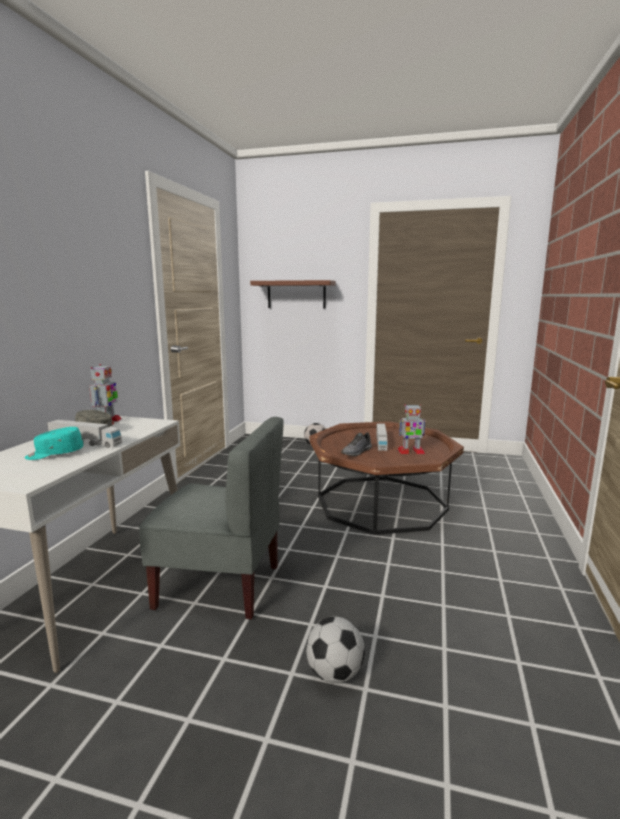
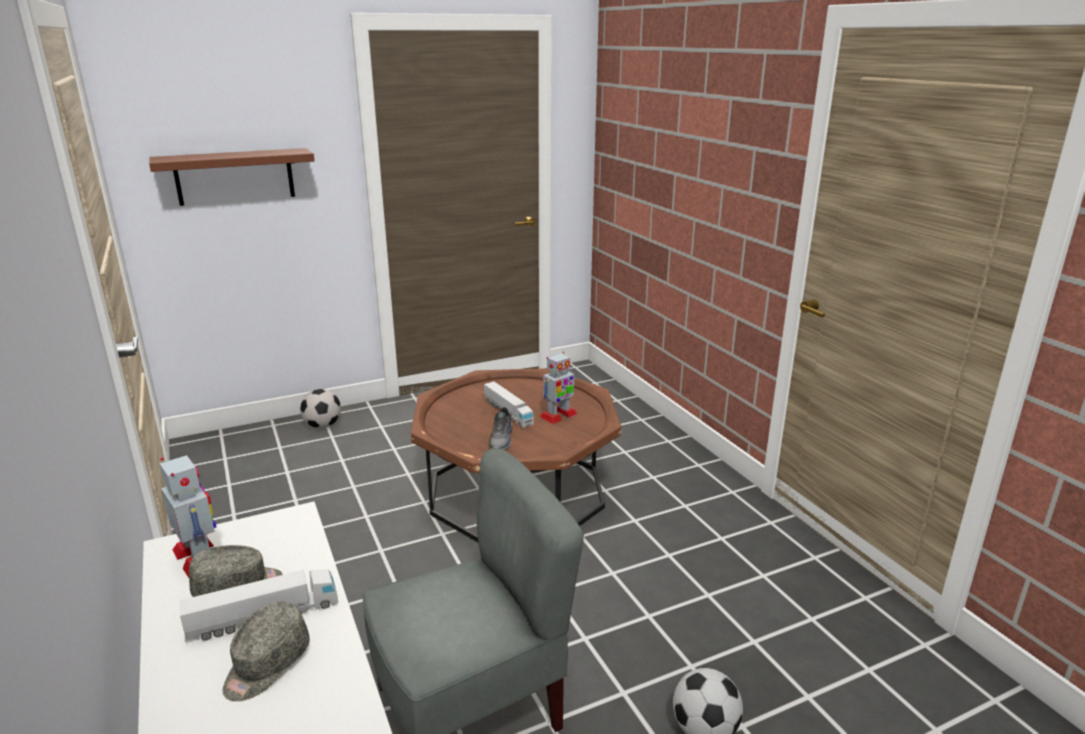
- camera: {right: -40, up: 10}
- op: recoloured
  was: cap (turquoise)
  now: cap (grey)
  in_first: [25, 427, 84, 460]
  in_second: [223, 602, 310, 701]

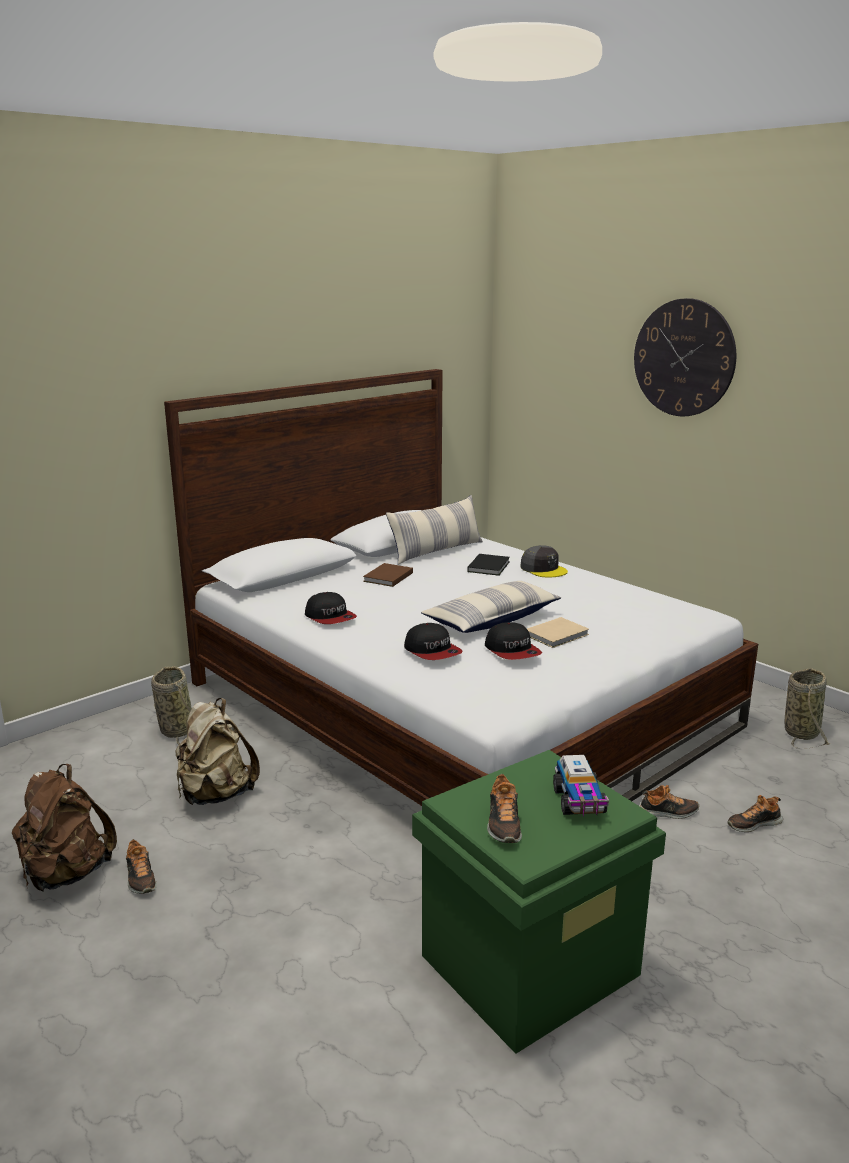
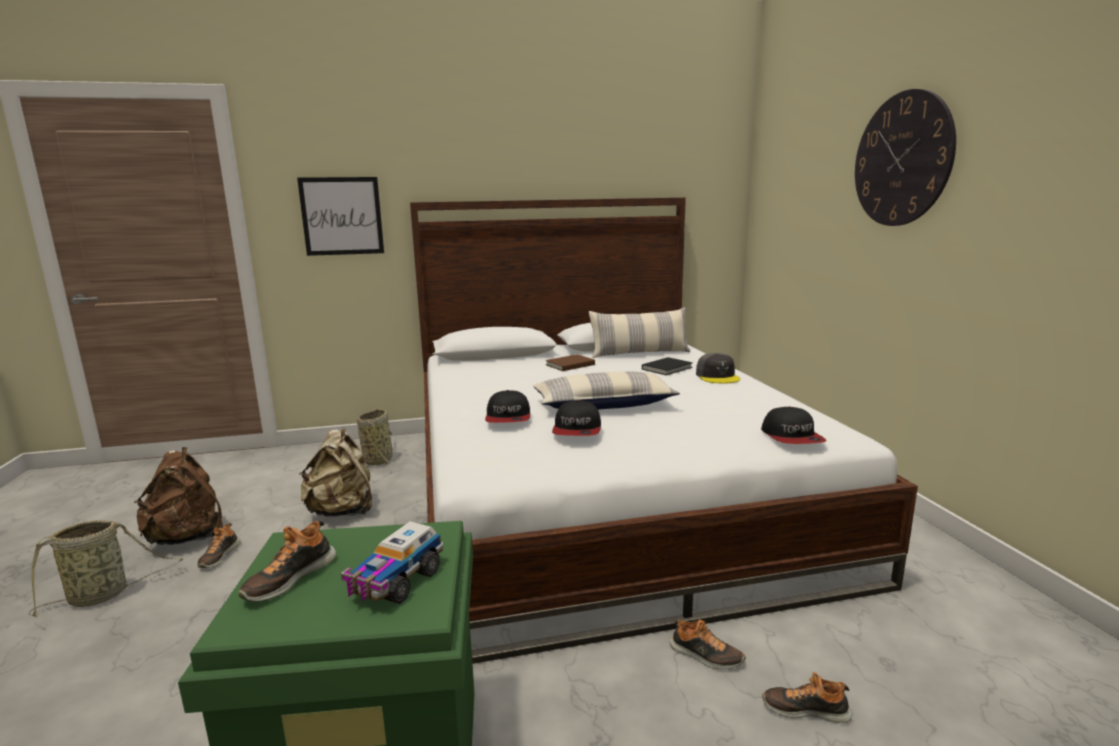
- camera: {right: 30, up: -5}
- op: moved
  was: cap
  in_first: [305, 592, 357, 624]
  in_second: [761, 406, 827, 444]
- op: removed
  was: book (beige)
  in_first: [527, 617, 589, 648]
- op: moved
  was: basket
  in_first: [784, 668, 829, 748]
  in_second: [29, 520, 184, 617]
- op: added
  now: picture
  in_second: [297, 177, 384, 256]

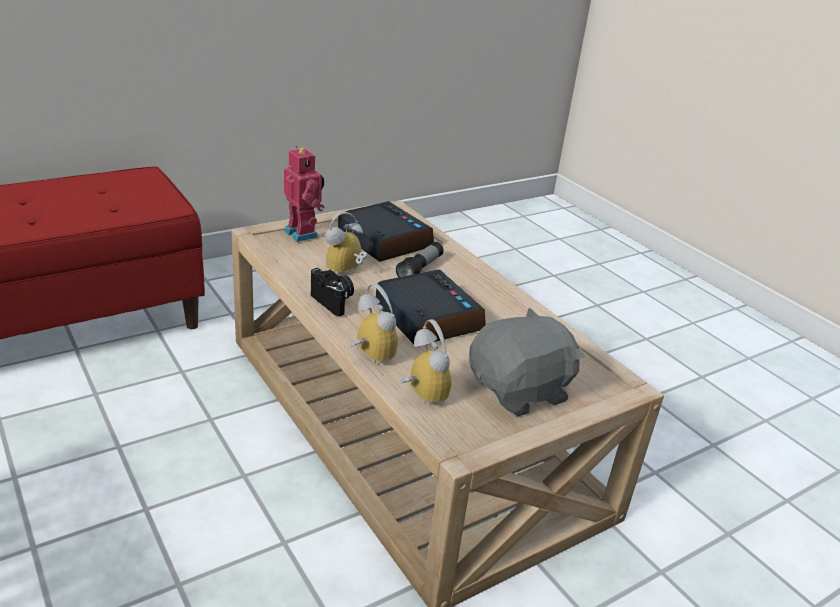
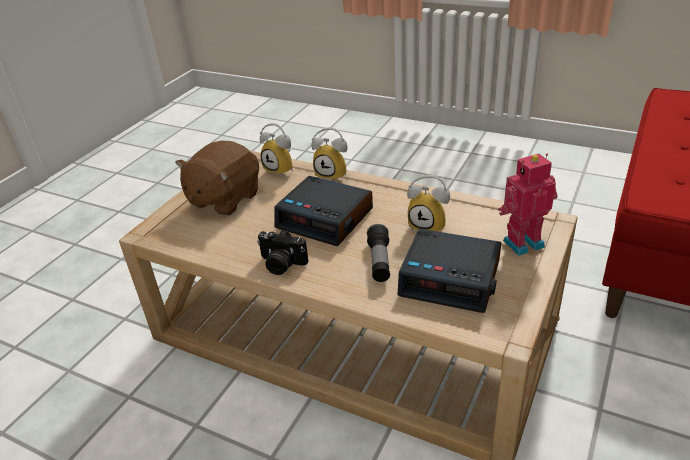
- camera: {right: 155, up: 5}
- op: turned
  was: toy robot
  in_first: [283, 145, 325, 242]
  in_second: [498, 154, 558, 256]
  clockwise: 135
- op: moved
  was: photo camera
  in_first: [311, 268, 354, 316]
  in_second: [257, 230, 309, 275]
- op: turned
  was: alarm clock
  in_first: [325, 212, 368, 275]
  in_second: [407, 175, 450, 231]
  clockwise: 105
- op: recoloured
  was: plush toy (grey)
  now: plush toy (brown)
  in_first: [469, 307, 584, 416]
  in_second: [175, 141, 259, 216]

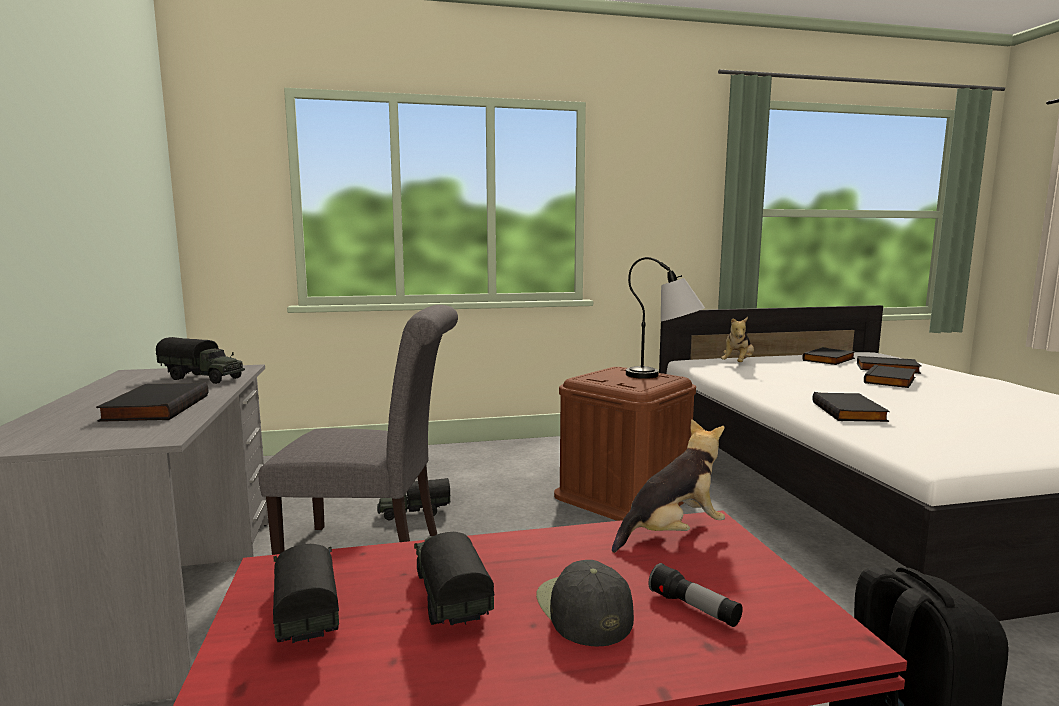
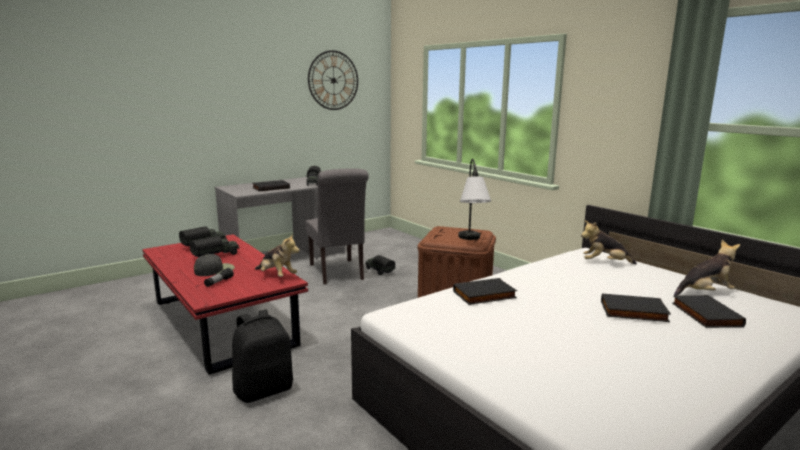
- camera: {right: 65, up: 5}
- op: replaced
  was: book (black)
  now: plush toy
  in_first: [802, 347, 856, 365]
  in_second: [674, 240, 740, 296]
- op: added
  now: wall clock
  in_second: [308, 50, 358, 110]

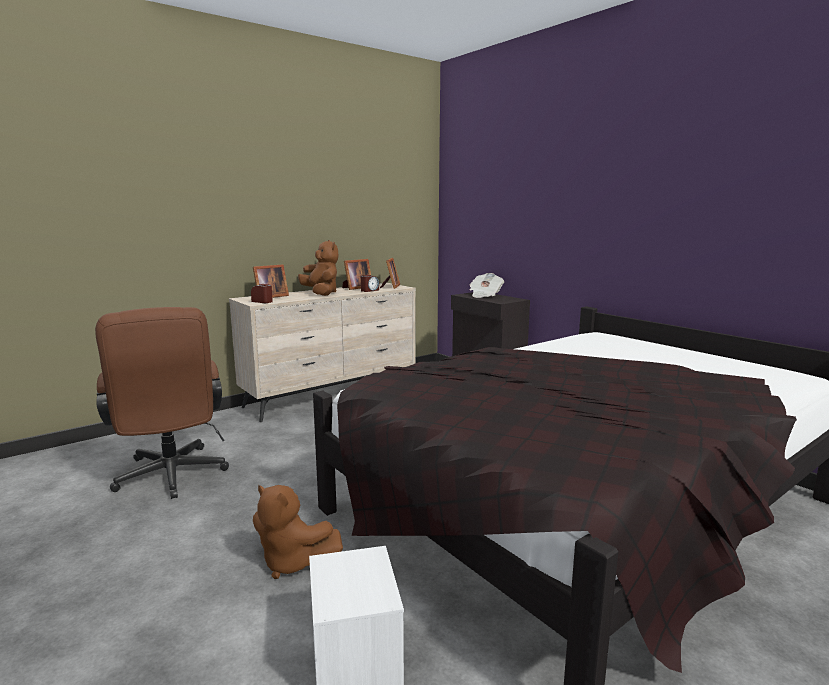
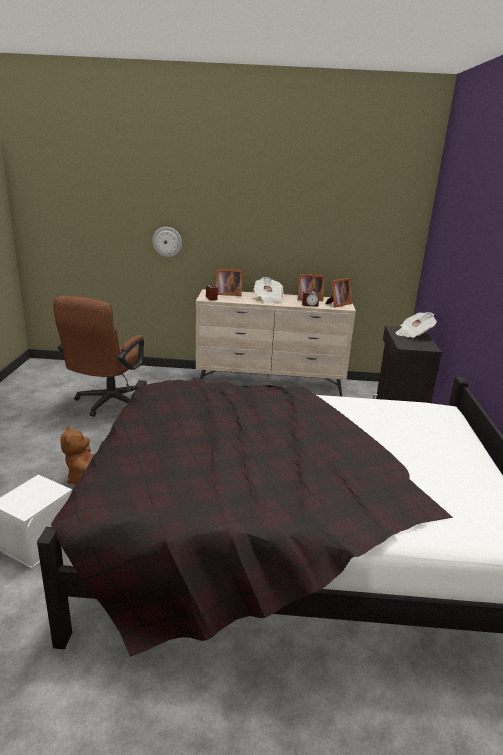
- camera: {right: 40, up: 10}
- op: replaced
  was: plush toy (brown)
  now: newspaper
  in_first: [298, 240, 338, 296]
  in_second: [254, 277, 284, 304]
- op: added
  now: wall clock
  in_second: [152, 227, 182, 257]

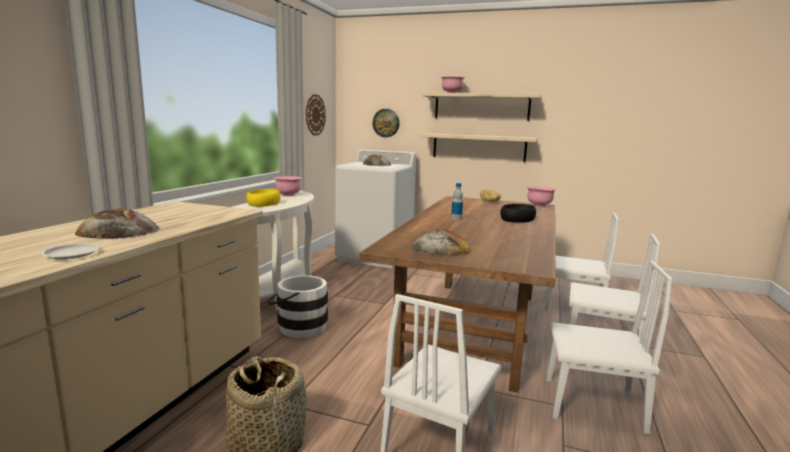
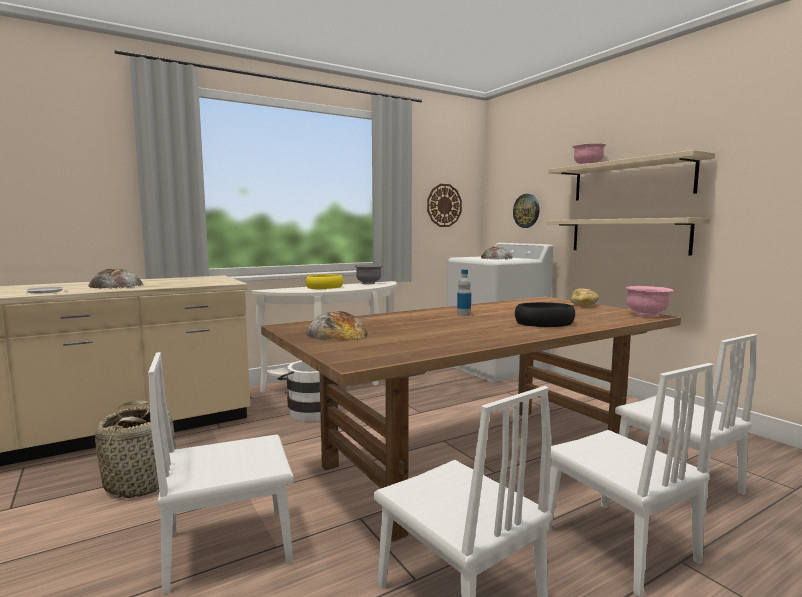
- camera: {right: 40, up: -5}
- op: recoloured
  was: bowl (pink)
  now: bowl (grey)
  in_first: [274, 176, 302, 196]
  in_second: [355, 265, 383, 284]

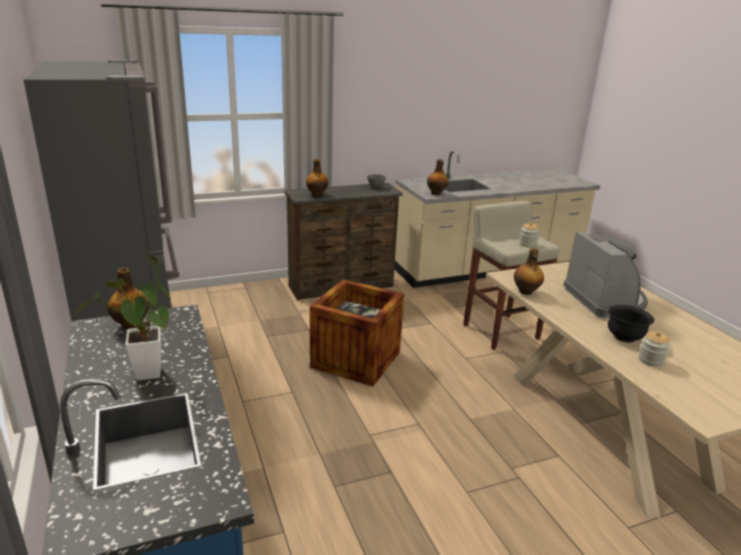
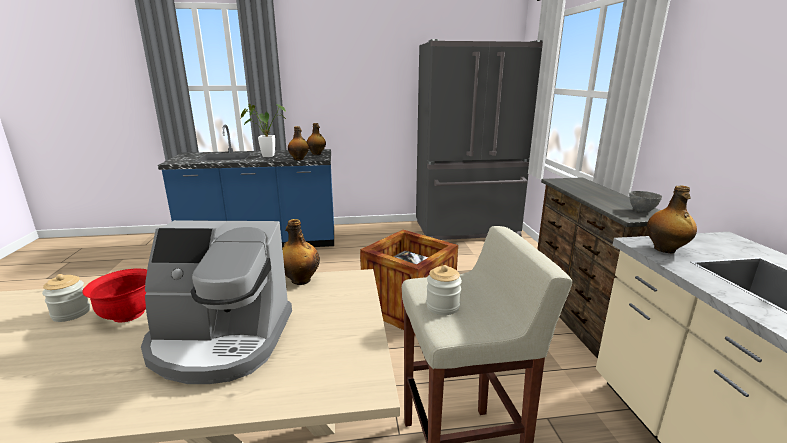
- camera: {right: 105, up: -5}
- op: moved
  was: bottle
  in_first: [306, 159, 328, 197]
  in_second: [288, 126, 309, 160]
- op: recoloured
  was: bowl (black)
  now: bowl (red)
  in_first: [608, 305, 654, 343]
  in_second: [82, 269, 147, 322]

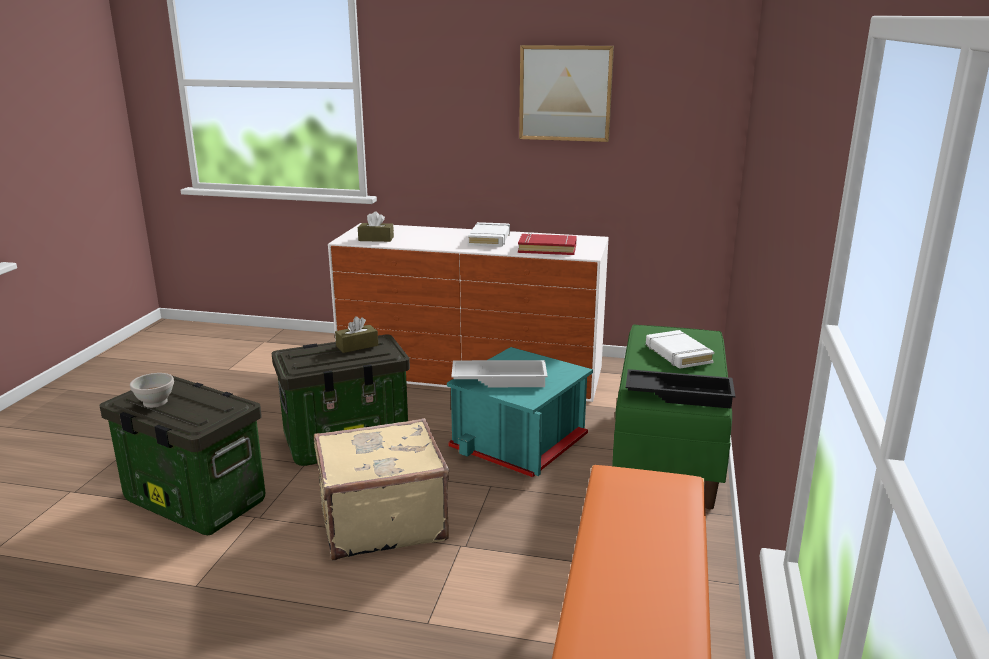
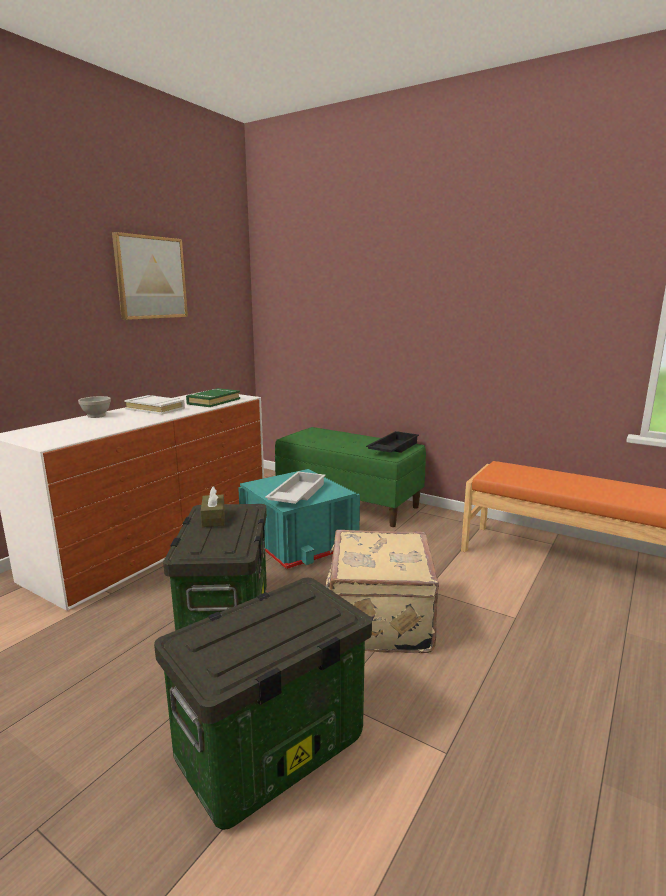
- camera: {right: -70, up: -5}
- op: moved
  was: bowl (white)
  in_first: [130, 373, 174, 408]
  in_second: [78, 396, 111, 418]
- op: removed
  was: tissue box (brown)
  in_first: [358, 212, 394, 242]
- op: recoloured
  was: book (red)
  now: book (green)
  in_first: [518, 233, 577, 255]
  in_second: [186, 388, 240, 407]
- op: removed
  was: book (white)
  in_first: [646, 330, 714, 369]

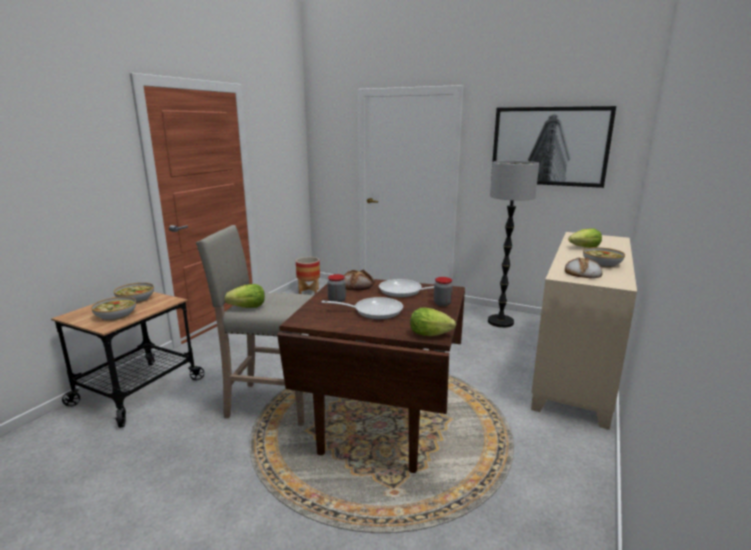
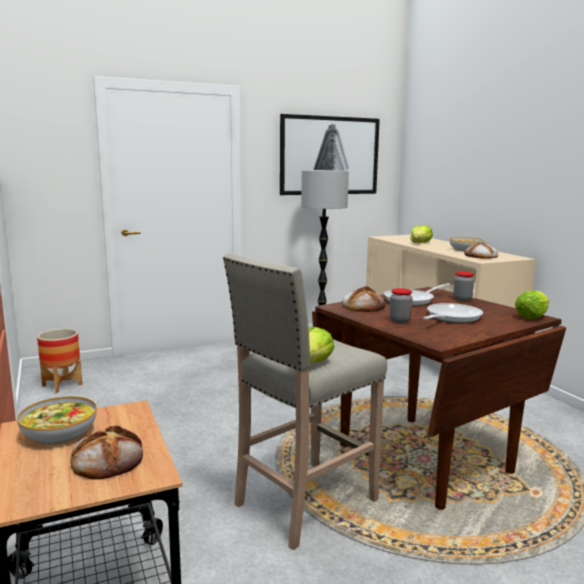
- camera: {right: -50, up: -5}
- op: replaced
  was: bowl
  now: bread
  in_first: [91, 297, 136, 321]
  in_second: [70, 426, 143, 480]

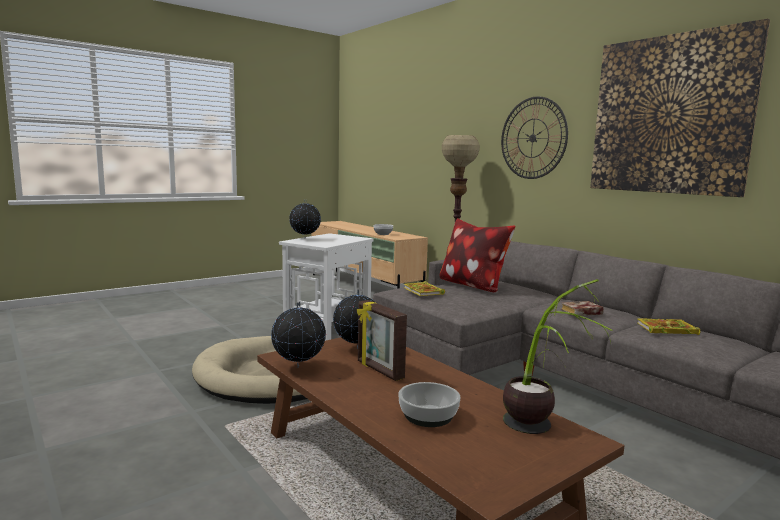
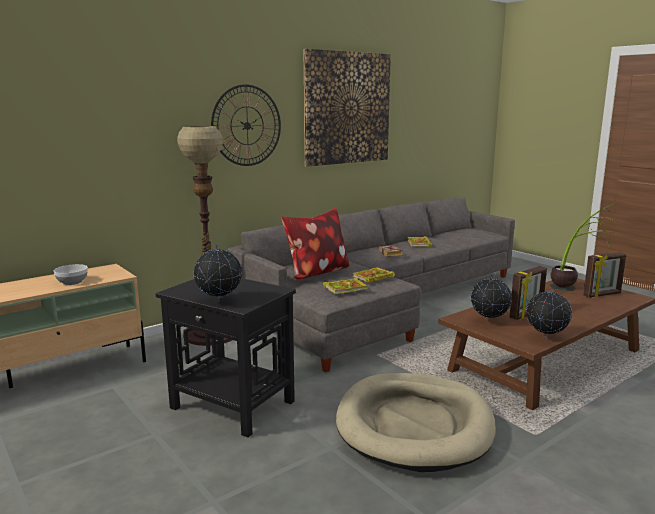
- camera: {right: -90, up: 5}
- op: recoloured
  was: side table (white)
  now: side table (black)
  in_first: [279, 233, 374, 341]
  in_second: [155, 278, 296, 437]
- op: removed
  was: bowl
  in_first: [398, 382, 461, 427]
- op: added
  now: book
  in_second: [353, 267, 395, 283]
- op: added
  now: picture frame
  in_second: [583, 252, 626, 298]

